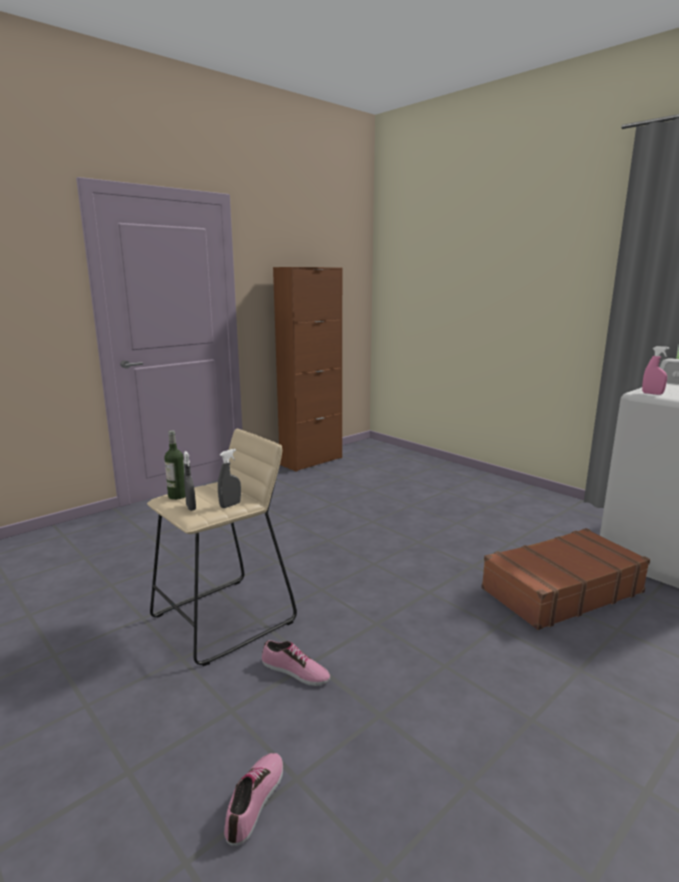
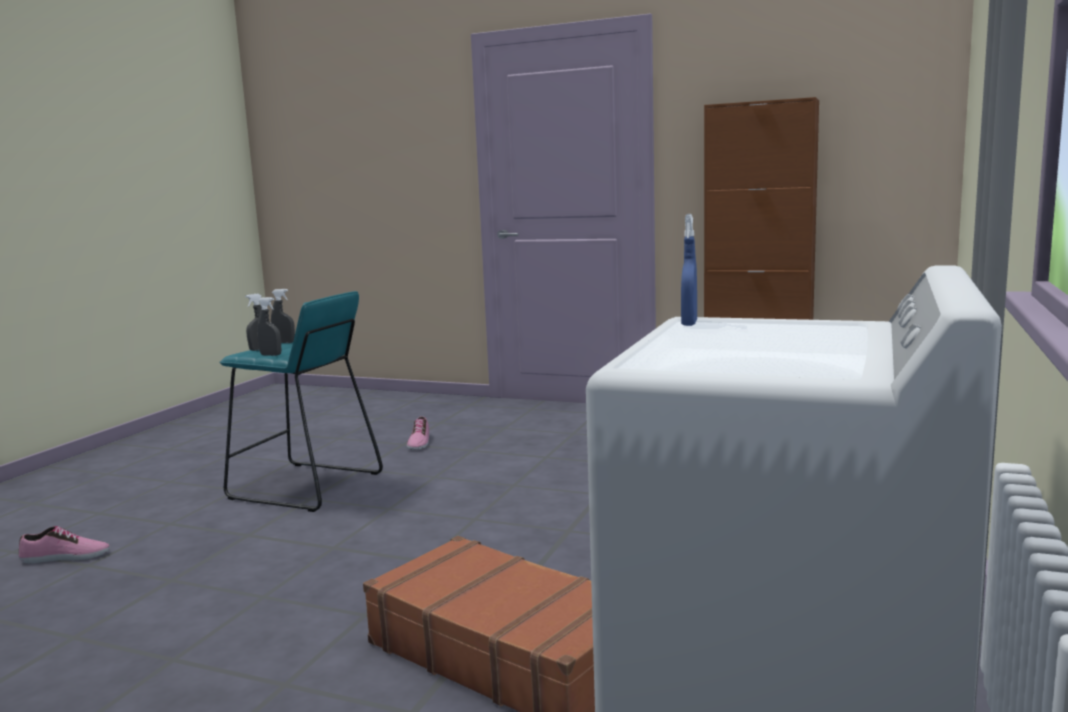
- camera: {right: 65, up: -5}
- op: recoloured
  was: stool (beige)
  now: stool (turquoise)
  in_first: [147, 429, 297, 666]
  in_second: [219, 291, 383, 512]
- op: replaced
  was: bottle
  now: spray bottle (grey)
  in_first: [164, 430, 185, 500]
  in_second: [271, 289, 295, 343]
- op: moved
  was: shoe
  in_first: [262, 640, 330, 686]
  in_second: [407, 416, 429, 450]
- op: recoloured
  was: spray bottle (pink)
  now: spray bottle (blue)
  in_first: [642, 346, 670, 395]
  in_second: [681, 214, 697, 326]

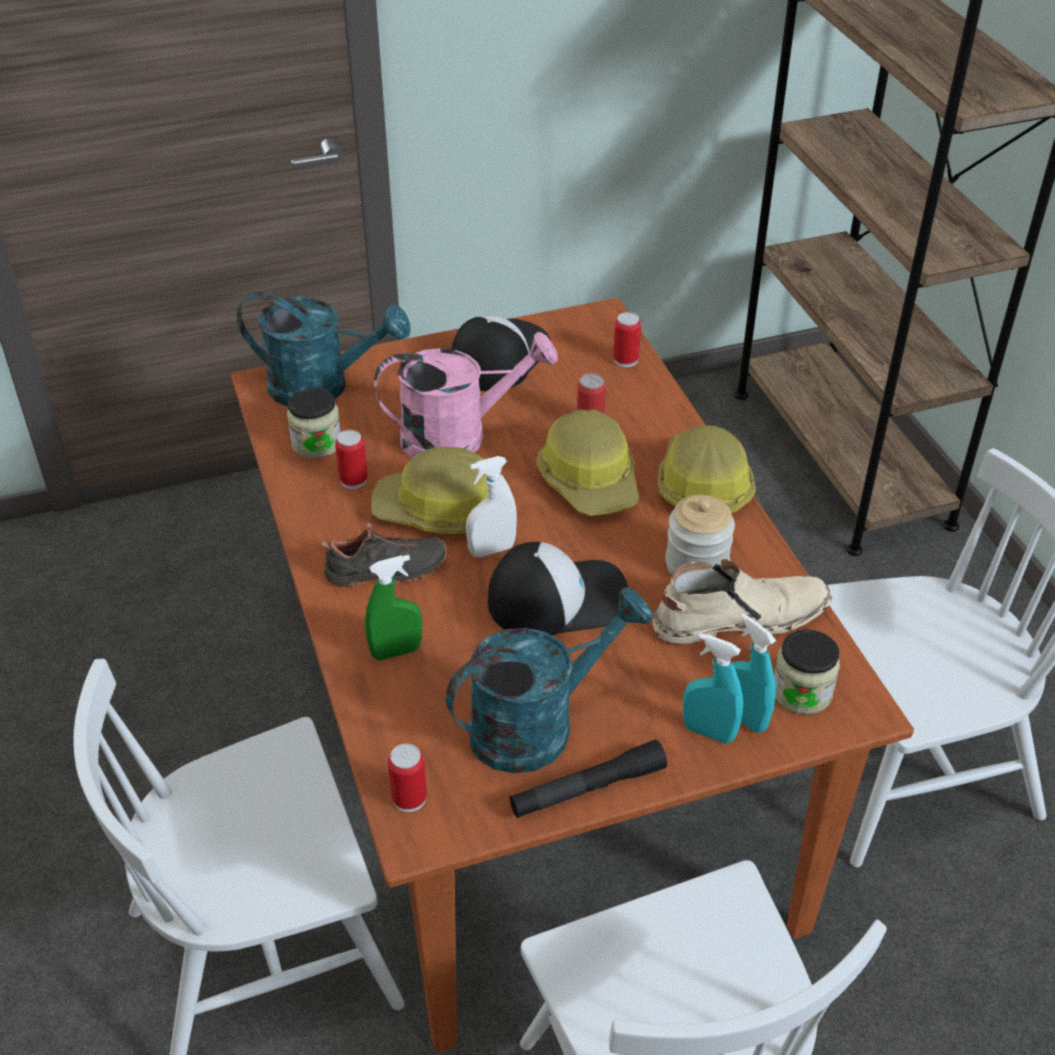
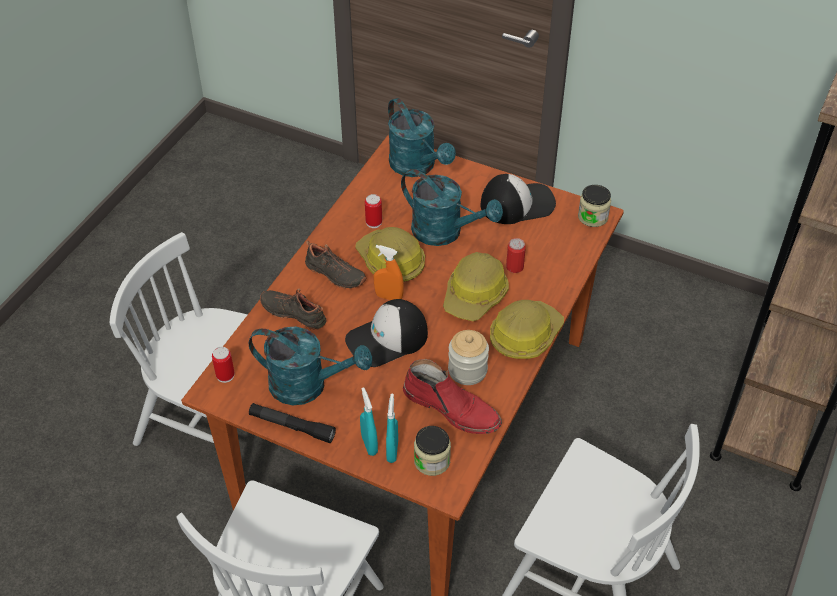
- camera: {right: 45, up: 5}
- op: moved
  was: jar
  in_first: [287, 388, 341, 459]
  in_second: [578, 185, 611, 227]
- op: replaced
  was: spray bottle (green)
  now: shoe (black)
  in_first: [365, 555, 422, 660]
  in_second: [260, 288, 327, 330]
- op: recoloured
  was: watering can (pink)
  now: watering can (turquoise)
  in_first: [374, 332, 558, 458]
  in_second: [401, 169, 503, 246]
- op: recoloured
  was: spray bottle (white)
  now: spray bottle (orange)
  in_first: [466, 456, 517, 557]
  in_second: [373, 245, 404, 300]
- op: turned
  was: cap
  in_first: [488, 542, 628, 636]
  in_second: [345, 299, 428, 367]
  clockwise: 120
- op: removed
  was: can
  in_first: [613, 312, 641, 367]
- op: recoloured
  was: boot (beige)
  now: boot (red)
  in_first: [652, 559, 832, 644]
  in_second: [403, 359, 502, 434]

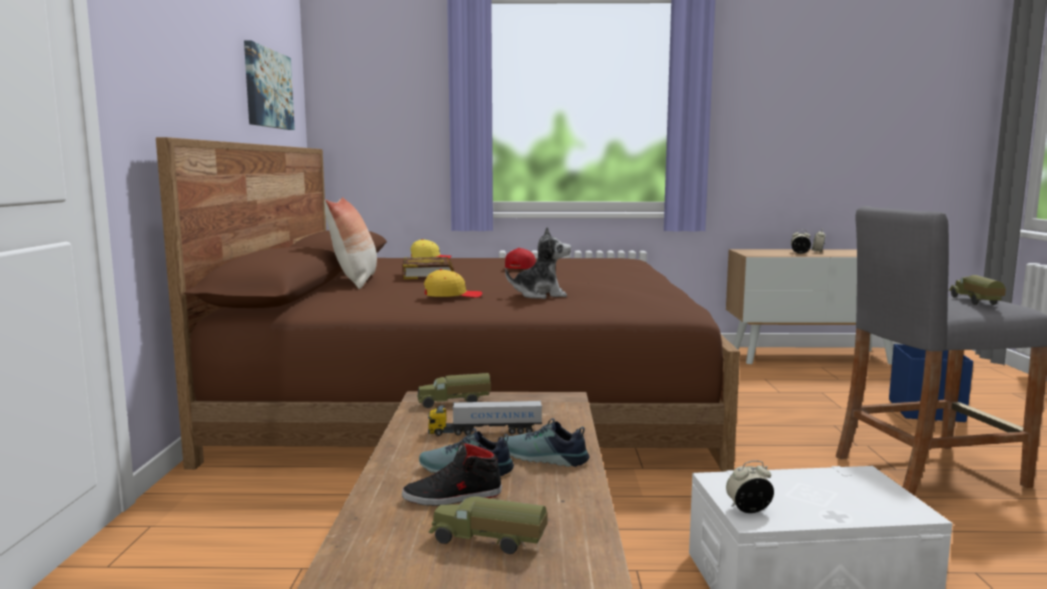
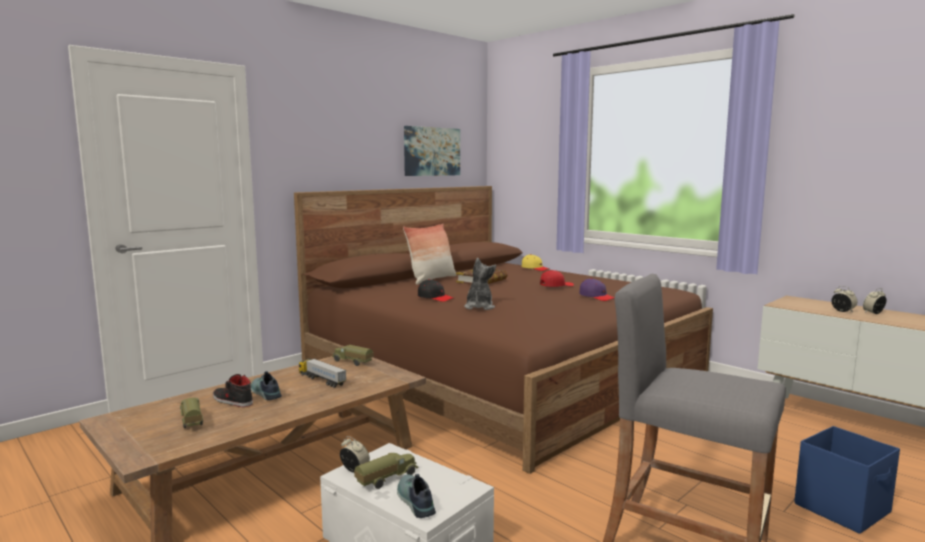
- camera: {right: 45, up: 0}
- op: recoloured
  was: cap (yellow)
  now: cap (black)
  in_first: [424, 269, 482, 298]
  in_second: [418, 279, 454, 302]
- op: moved
  was: shoe
  in_first: [504, 418, 590, 467]
  in_second: [397, 474, 436, 518]
- op: turned
  was: plush toy
  in_first: [505, 227, 571, 299]
  in_second: [464, 258, 496, 310]
  clockwise: -120
- op: moved
  was: toy truck
  in_first: [949, 275, 1006, 305]
  in_second: [354, 453, 418, 489]
- op: added
  now: cap (purple)
  in_second: [579, 278, 615, 301]

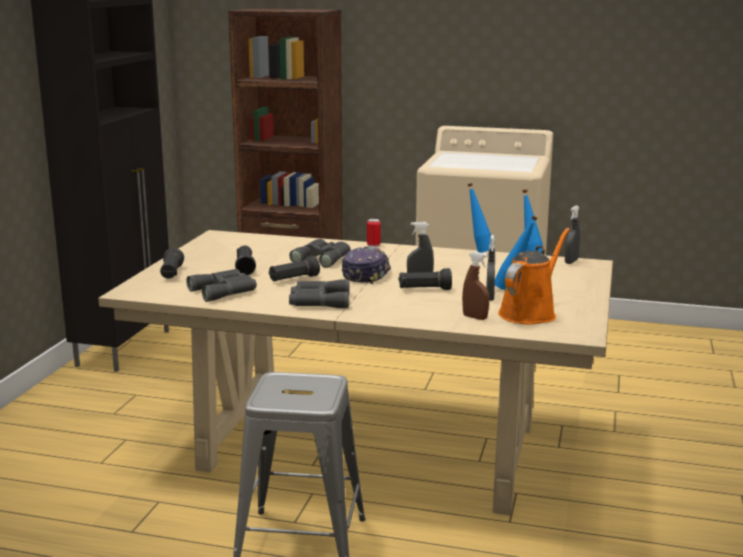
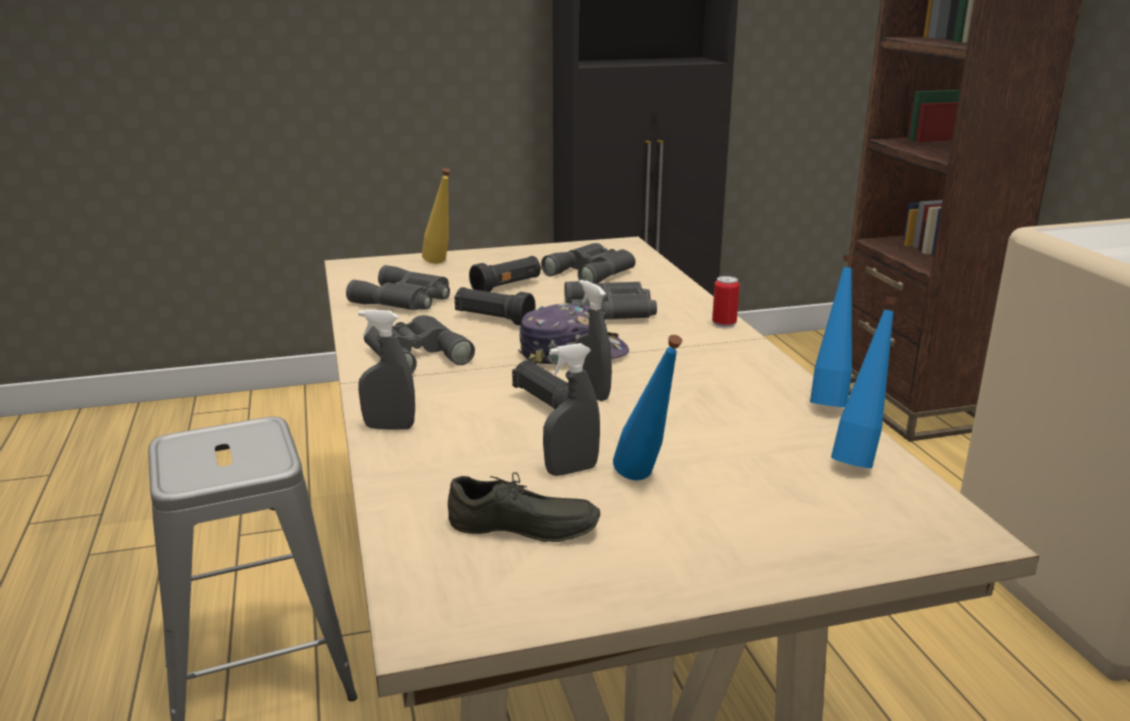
- camera: {right: 60, up: 5}
- op: replaced
  was: flashlight (black)
  now: bottle (yellow)
  in_first: [160, 248, 184, 279]
  in_second: [422, 168, 450, 264]
- op: removed
  was: spray bottle (brown)
  in_first: [462, 252, 489, 320]
- op: replaced
  was: watering can (orange)
  now: shoe (grey)
  in_first: [498, 228, 570, 325]
  in_second: [448, 472, 600, 542]
- op: moved
  was: spray bottle (grey)
  in_first: [565, 206, 580, 264]
  in_second: [358, 310, 415, 430]
- op: added
  now: binoculars (grey)
  in_second: [541, 243, 636, 284]

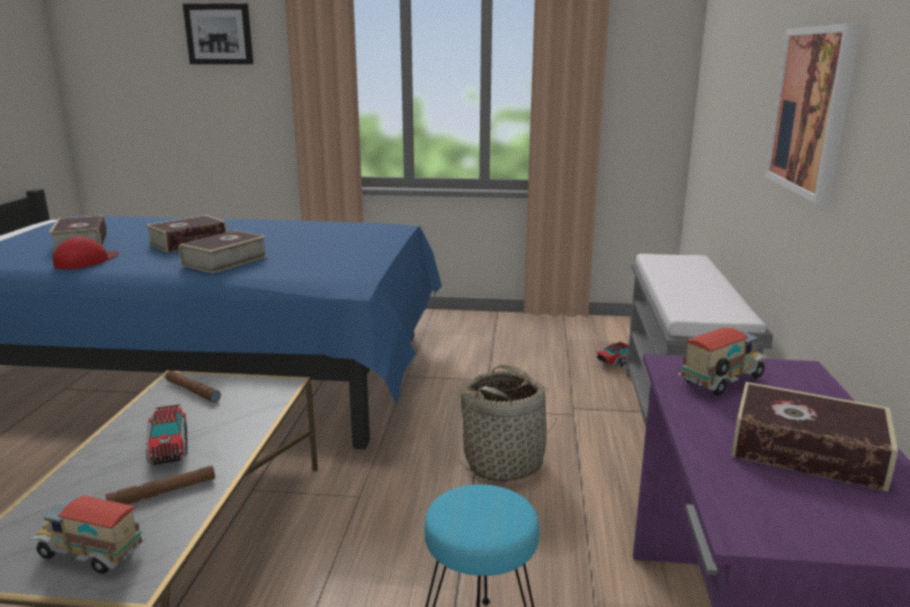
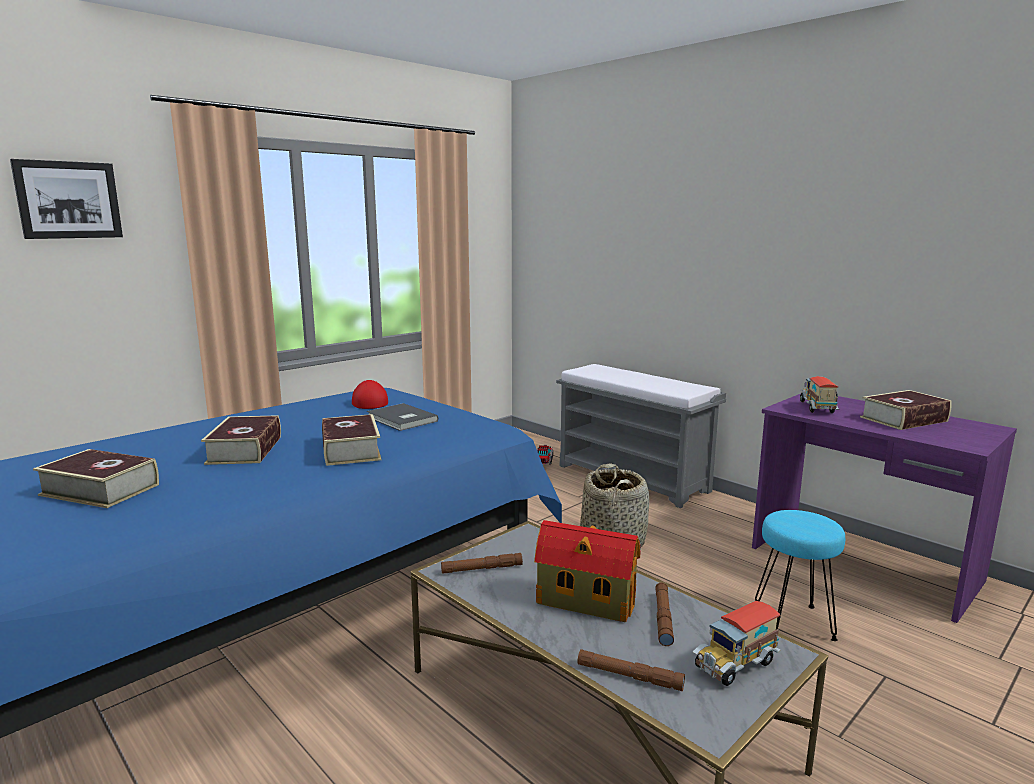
- camera: {right: -50, up: -5}
- op: moved
  was: cap (red)
  in_first: [53, 236, 119, 270]
  in_second: [352, 380, 388, 409]
- op: replaced
  was: toy truck
  now: toy house
  in_first: [146, 404, 188, 465]
  in_second: [534, 520, 641, 622]
- op: removed
  was: picture
  in_first: [765, 23, 862, 204]
- op: added
  now: book (grey)
  in_second: [367, 403, 438, 431]
- op: added
  now: flashlight (brown)
  in_second: [578, 649, 685, 691]

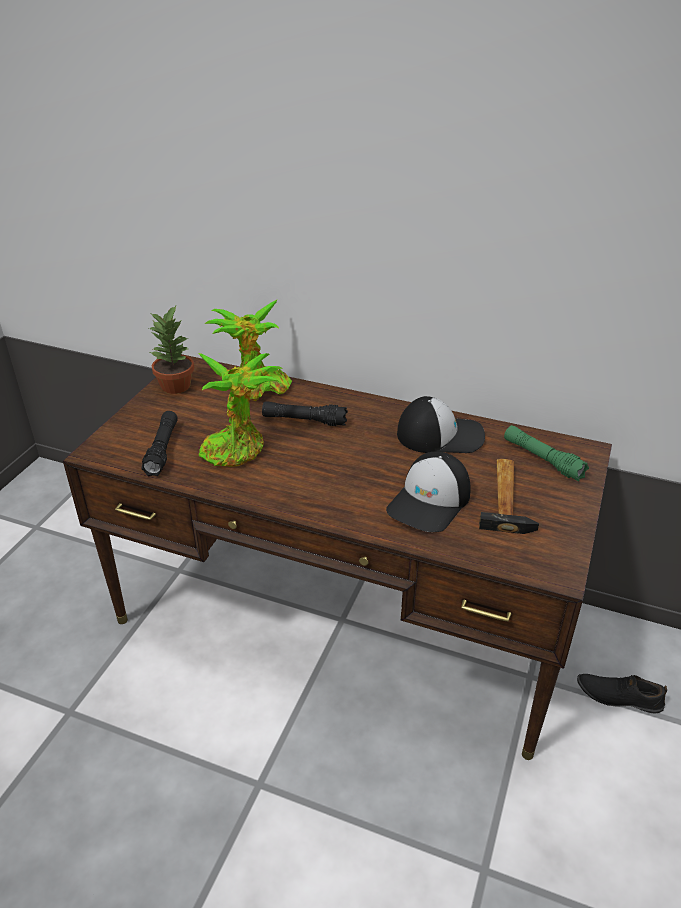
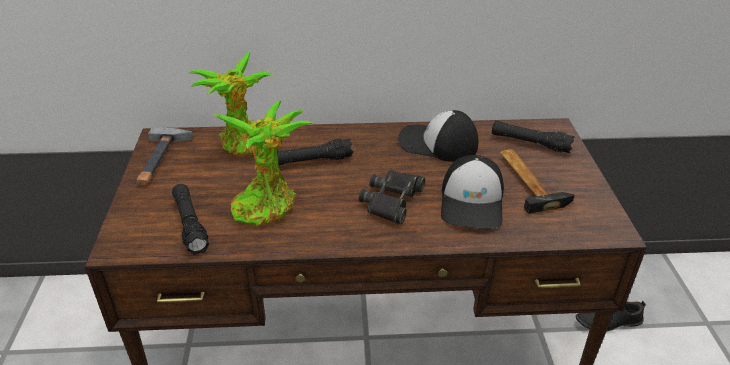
- camera: {right: -25, up: 0}
- op: replaced
  was: potted plant
  now: hammer
  in_first: [149, 306, 194, 394]
  in_second: [136, 127, 194, 185]
- op: turned
  was: cap
  in_first: [397, 396, 485, 453]
  in_second: [398, 110, 478, 162]
  clockwise: -135
- op: recoloured
  was: flashlight (green)
  now: flashlight (black)
  in_first: [504, 425, 589, 482]
  in_second: [492, 121, 575, 153]
- op: added
  now: binoculars (black)
  in_second: [359, 170, 425, 224]

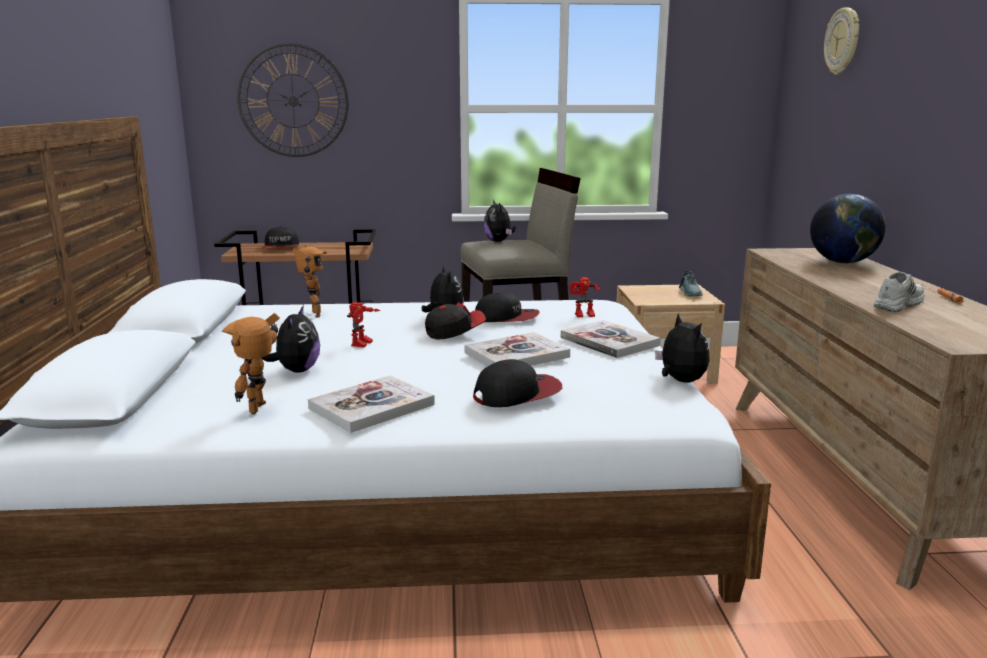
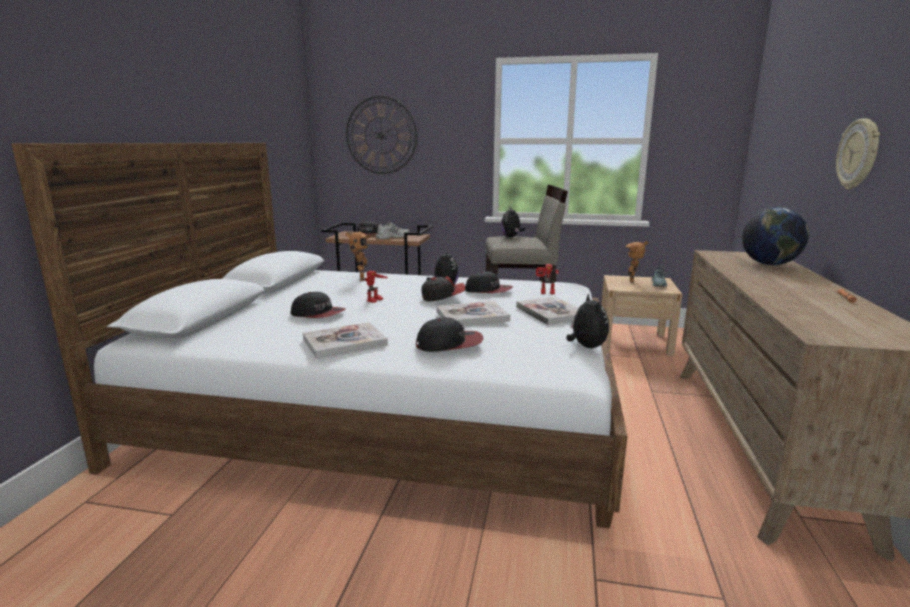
- camera: {right: 15, up: 0}
- op: moved
  was: toy robot
  in_first: [222, 313, 280, 414]
  in_second: [626, 241, 648, 283]
- op: replaced
  was: plush toy
  now: cap
  in_first: [262, 305, 320, 373]
  in_second: [291, 292, 345, 318]
- op: moved
  was: wall clock
  in_first: [824, 7, 860, 75]
  in_second: [836, 118, 880, 189]
- op: moved
  was: shoe (white)
  in_first: [873, 272, 925, 312]
  in_second: [376, 223, 410, 239]

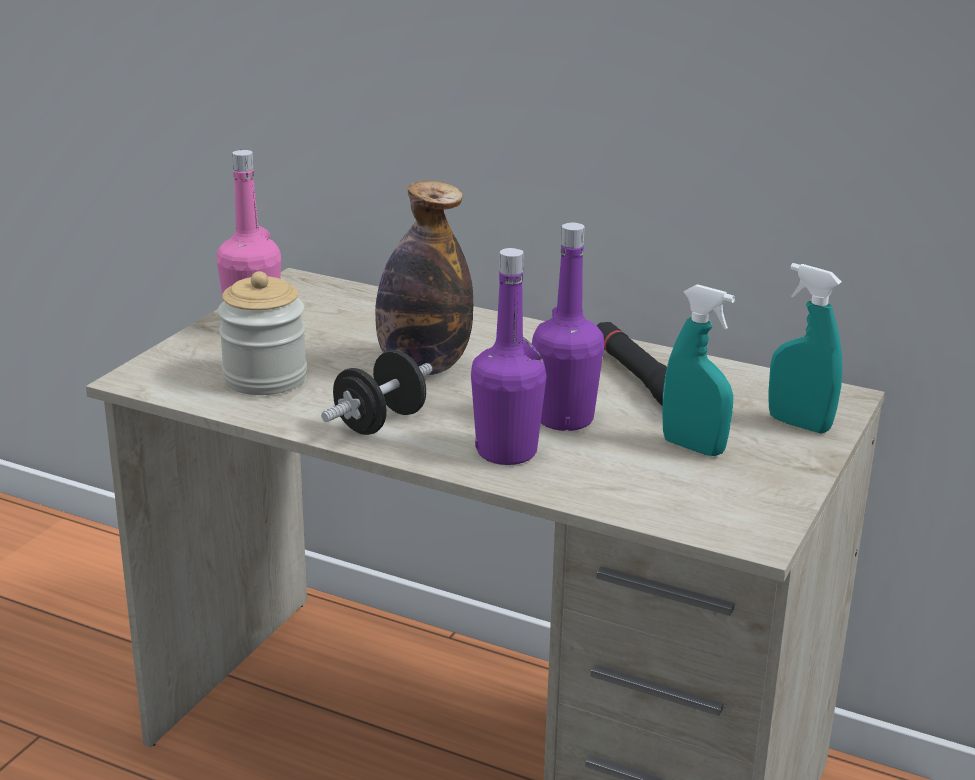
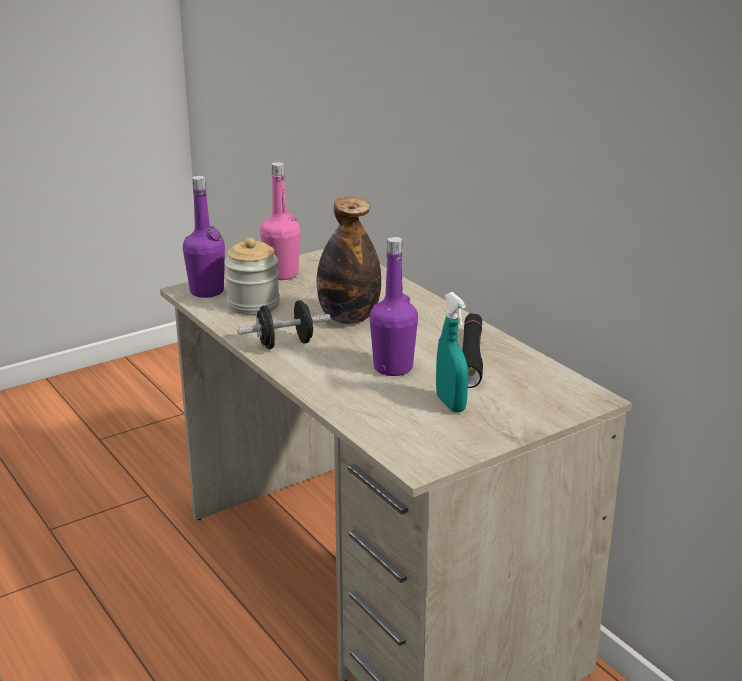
- camera: {right: 30, up: 0}
- op: moved
  was: bottle (purple)
  in_first: [471, 248, 547, 465]
  in_second: [183, 176, 225, 298]
- op: removed
  was: spray bottle (turquoise)
  in_first: [768, 263, 843, 434]

